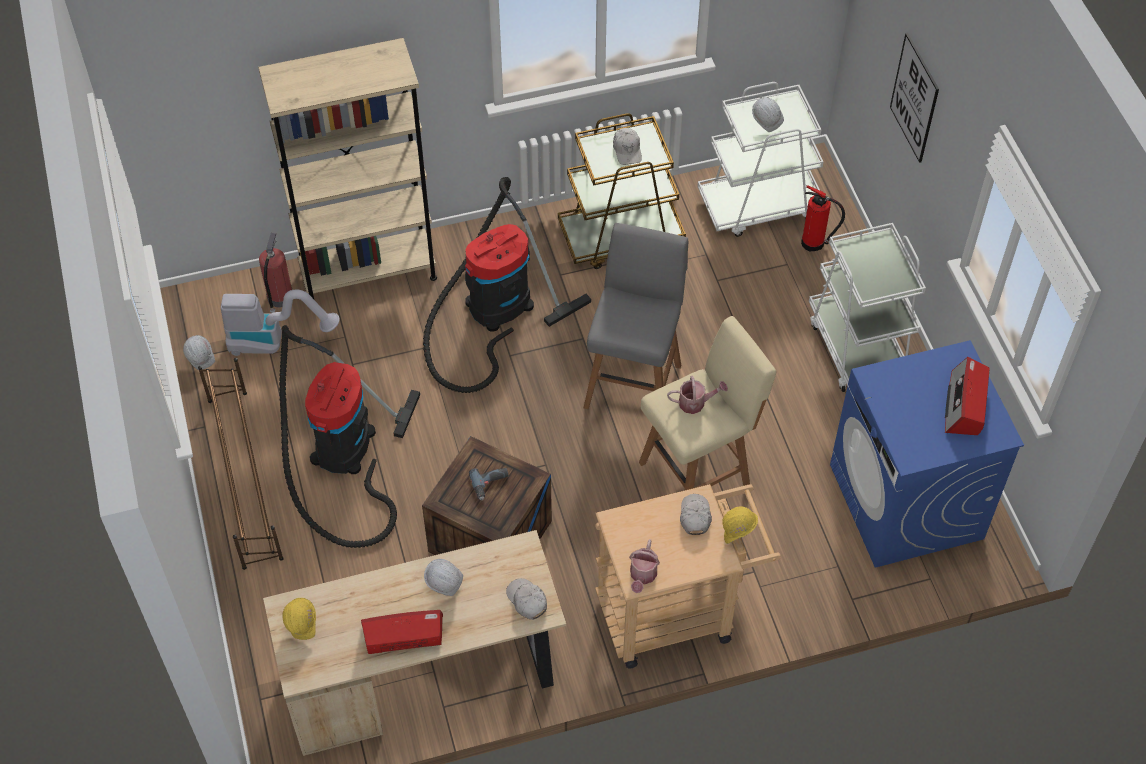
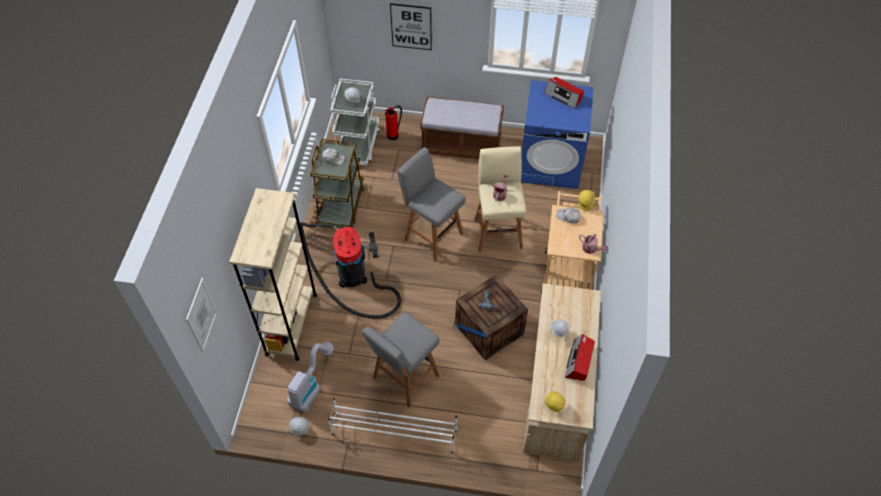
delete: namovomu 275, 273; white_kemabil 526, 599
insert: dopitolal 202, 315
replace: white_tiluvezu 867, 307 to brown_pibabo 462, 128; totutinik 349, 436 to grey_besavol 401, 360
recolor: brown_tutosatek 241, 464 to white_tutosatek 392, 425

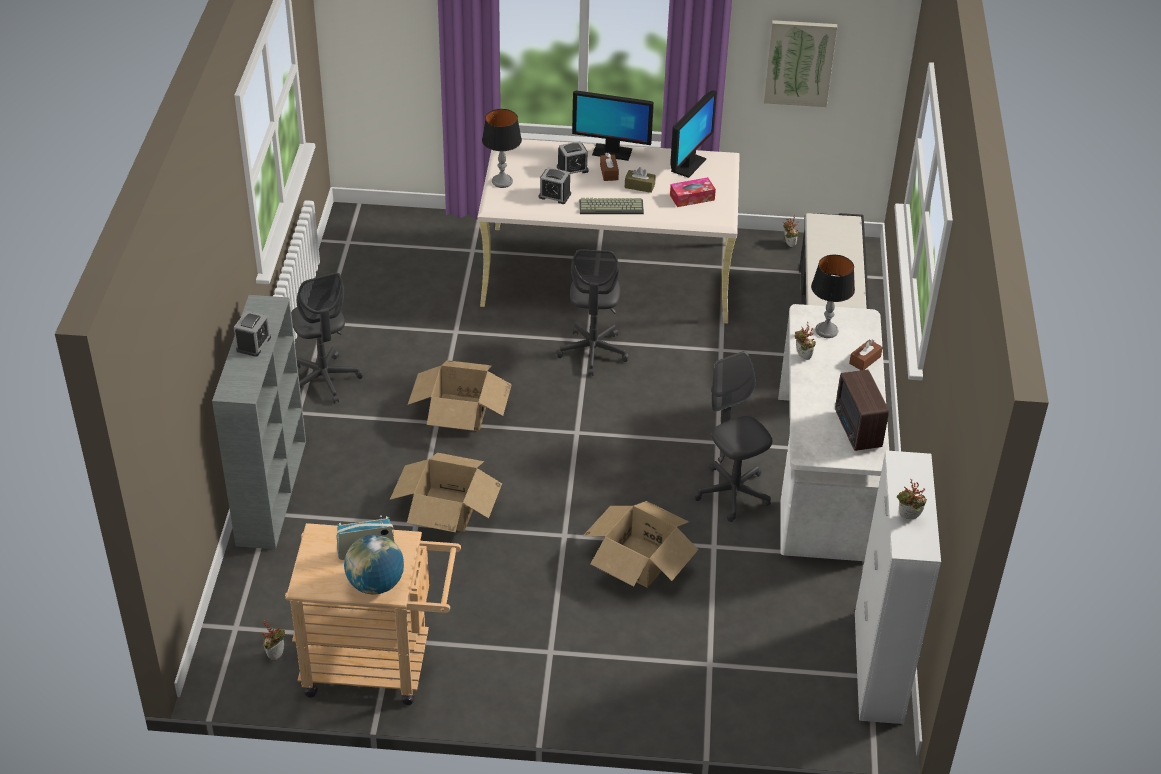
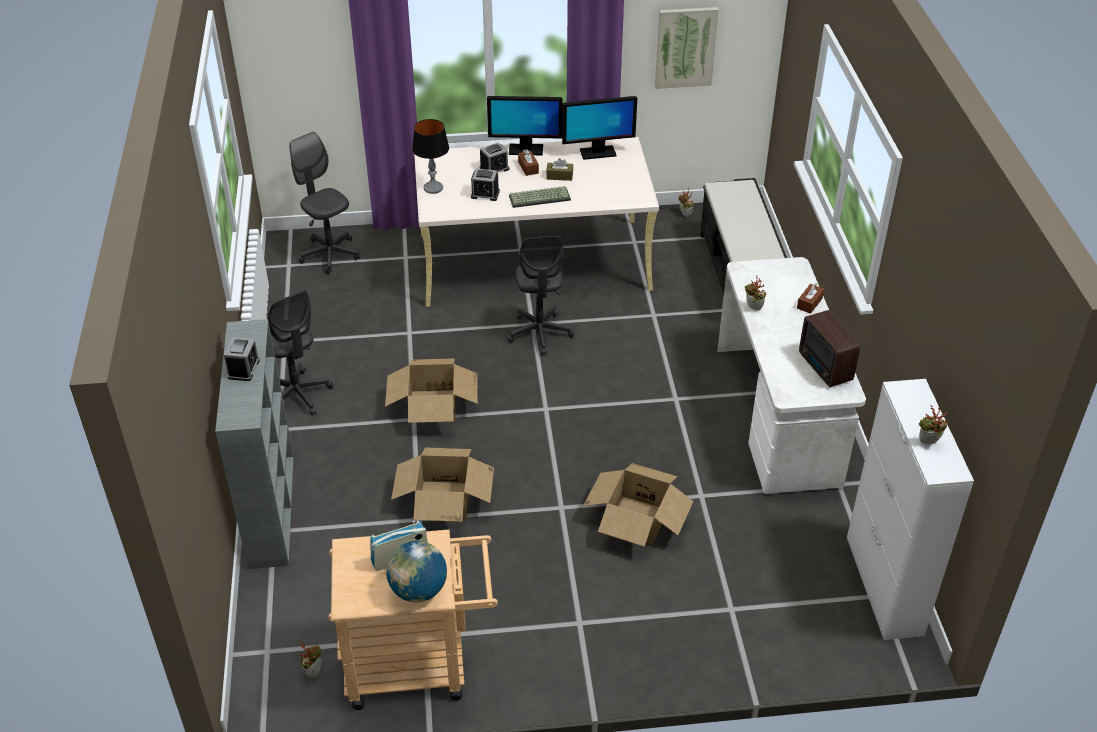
delete: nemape 693, 192; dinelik 833, 296
move: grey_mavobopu 733, 436 to 324, 203
rotate: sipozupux 693, 134 = 599, 128 60 degrees clockwise

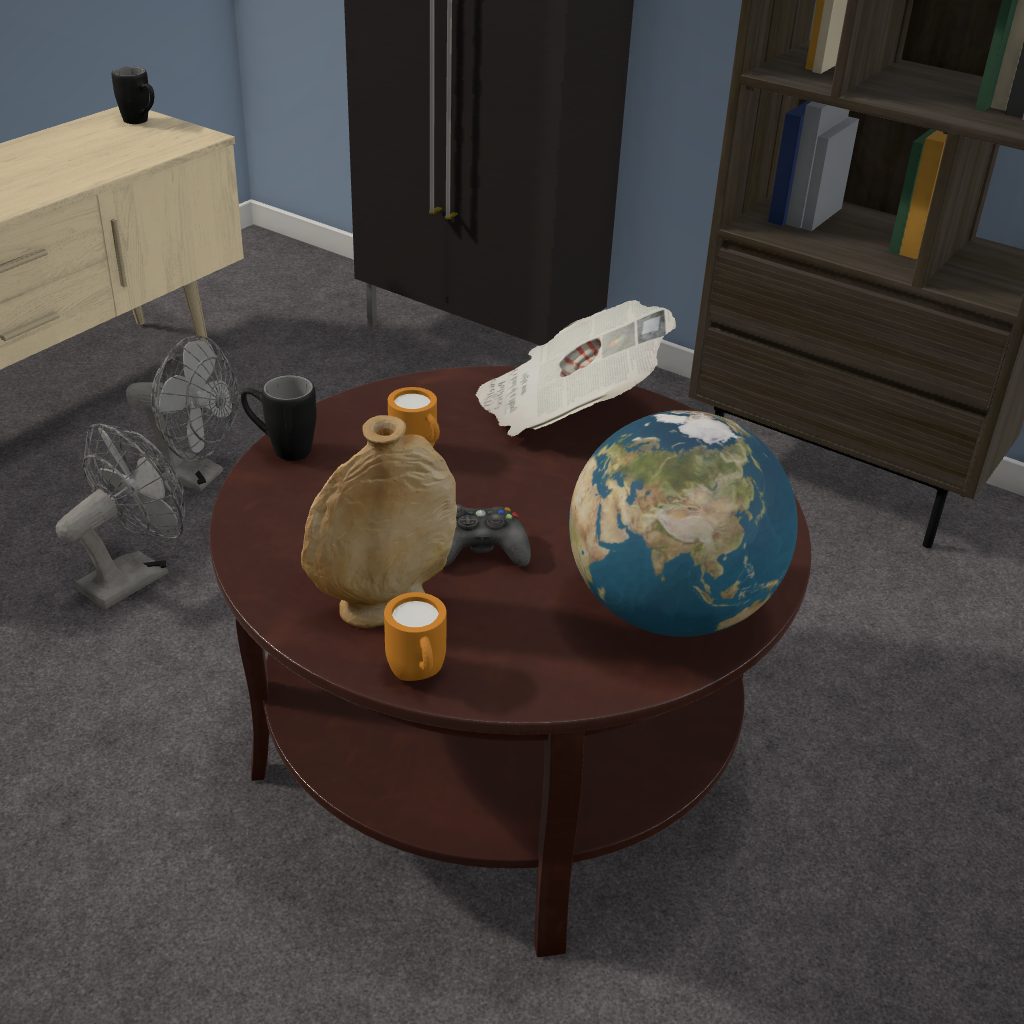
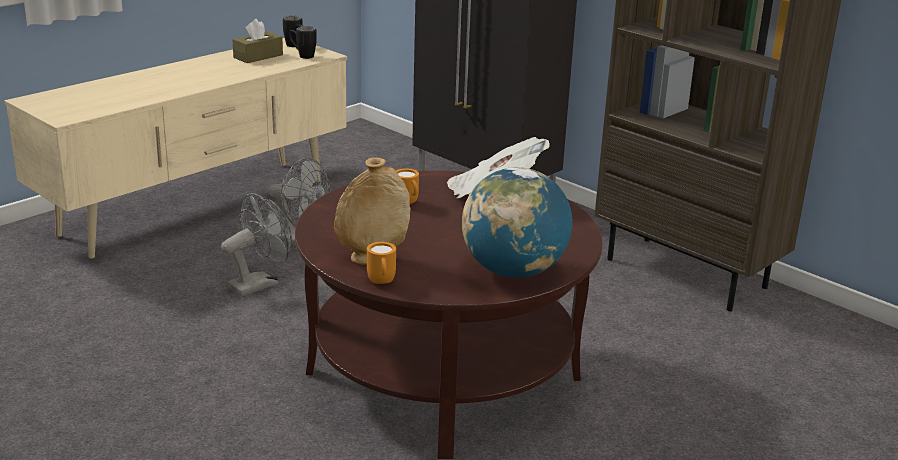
delete: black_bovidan 487, 535
insert: brown_nemape 257, 41
move: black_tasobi 279, 418 to 303, 42

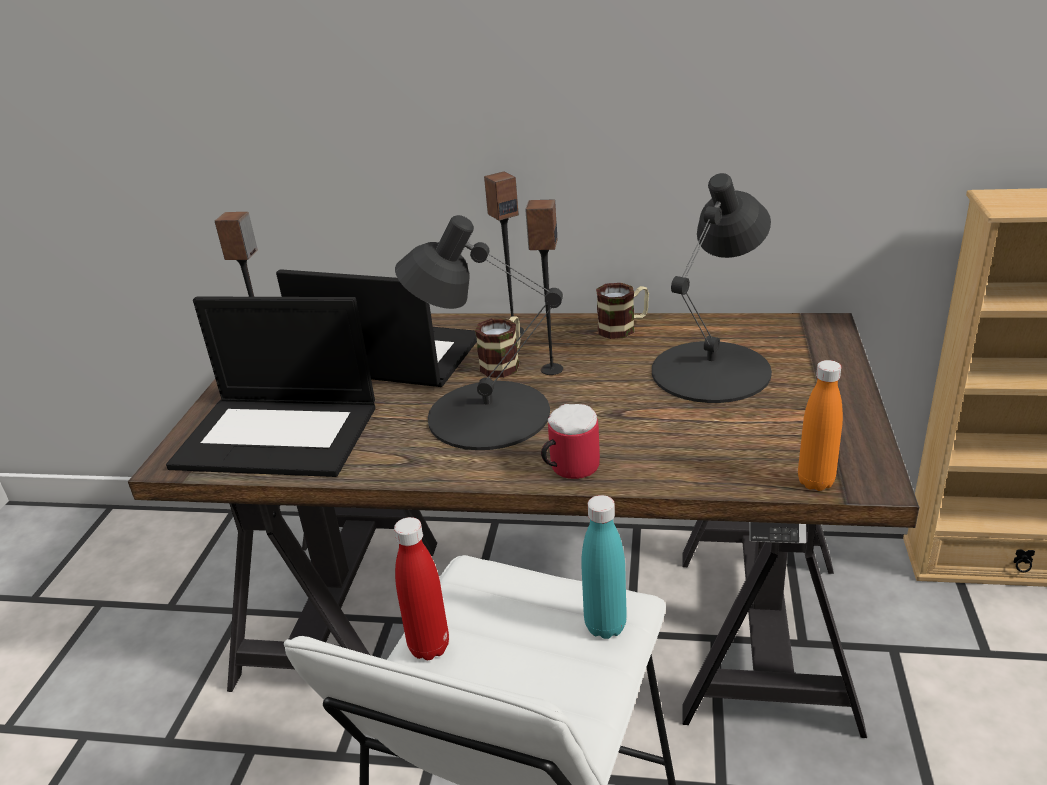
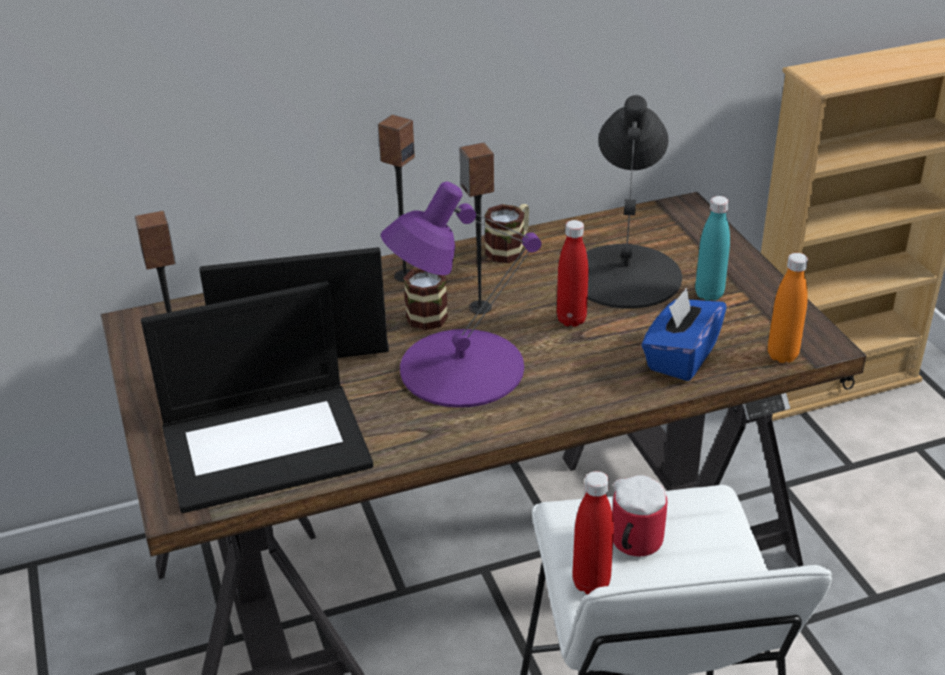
insert: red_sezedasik 572, 273; blue_nemape 684, 334
move: tasobi 570, 441 to 639, 516; turquoise_sezedasik 604, 567 to 712, 248
recolor: black_dinelik 479, 332 to purple_dinelik 461, 295

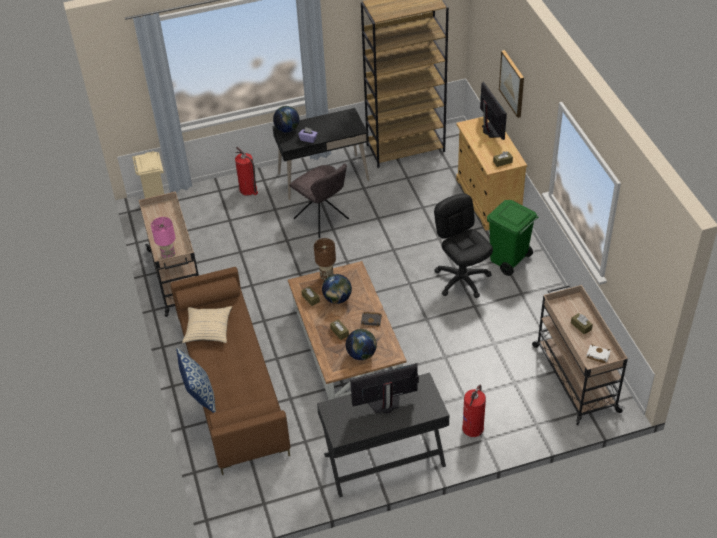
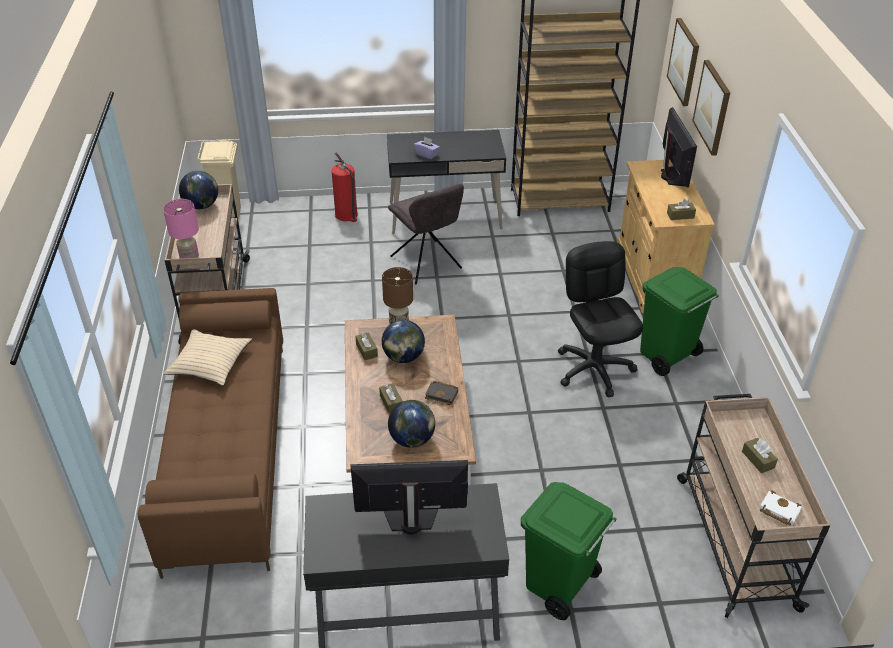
delete: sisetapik 196, 380
insert: dopitolal 683, 62
move: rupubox 286, 119 to 198, 190
replace: namovomu 474, 411 to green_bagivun 569, 551

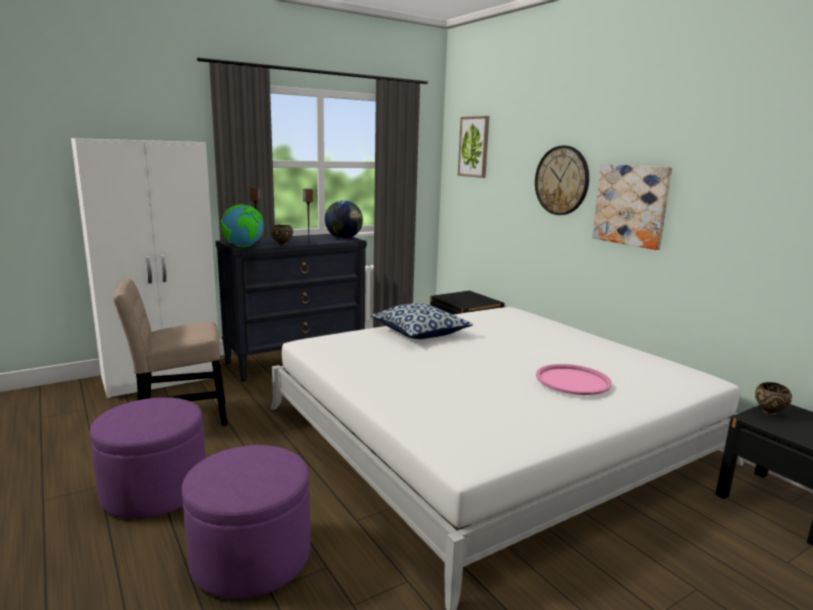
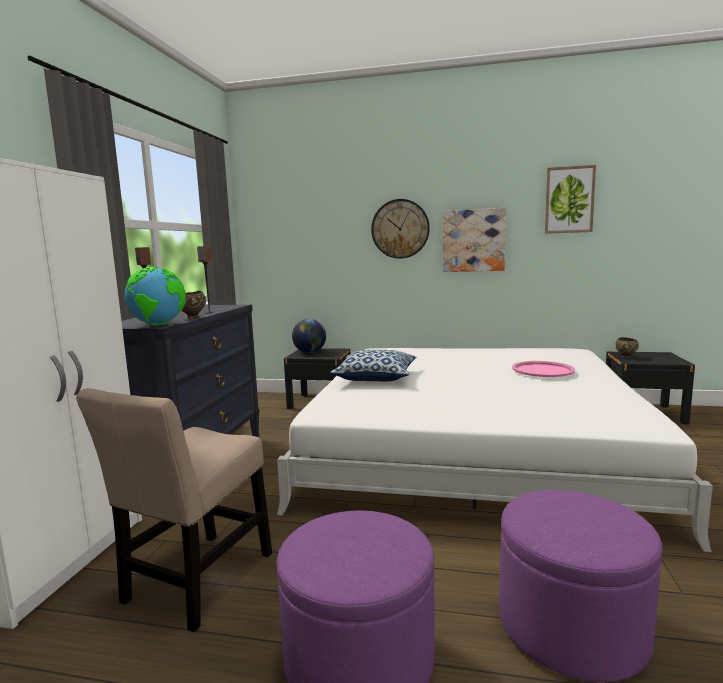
move: dopitolal 473, 147 to 570, 199; rupubox 344, 219 to 309, 336

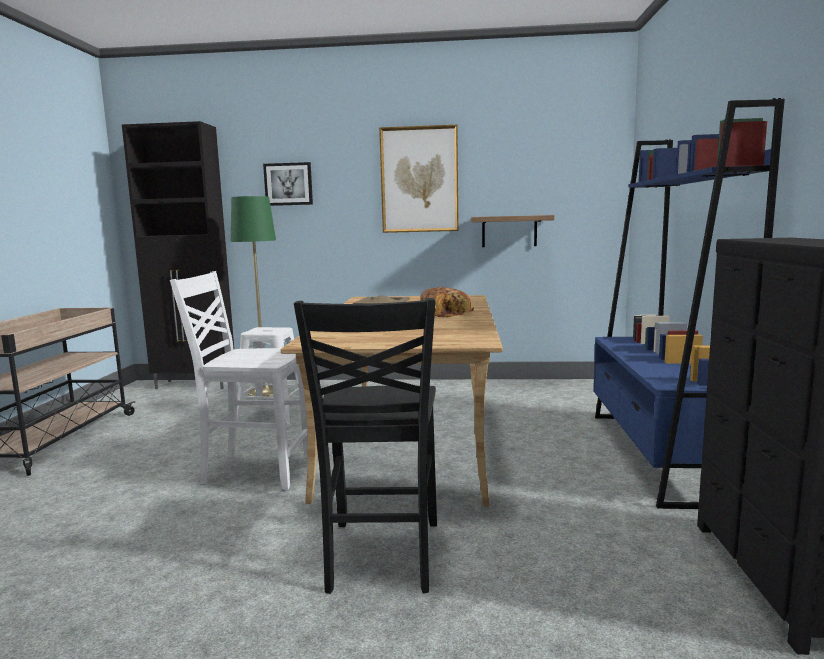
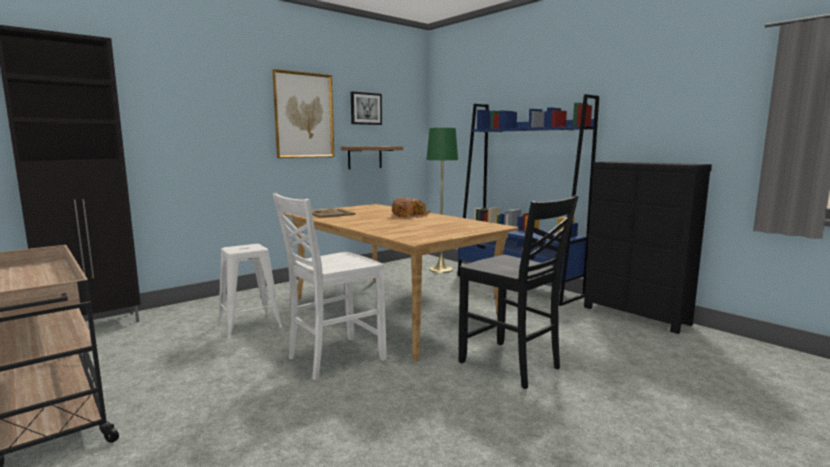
move: dopitolal 288, 184 to 366, 108; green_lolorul 253, 296 to 442, 200

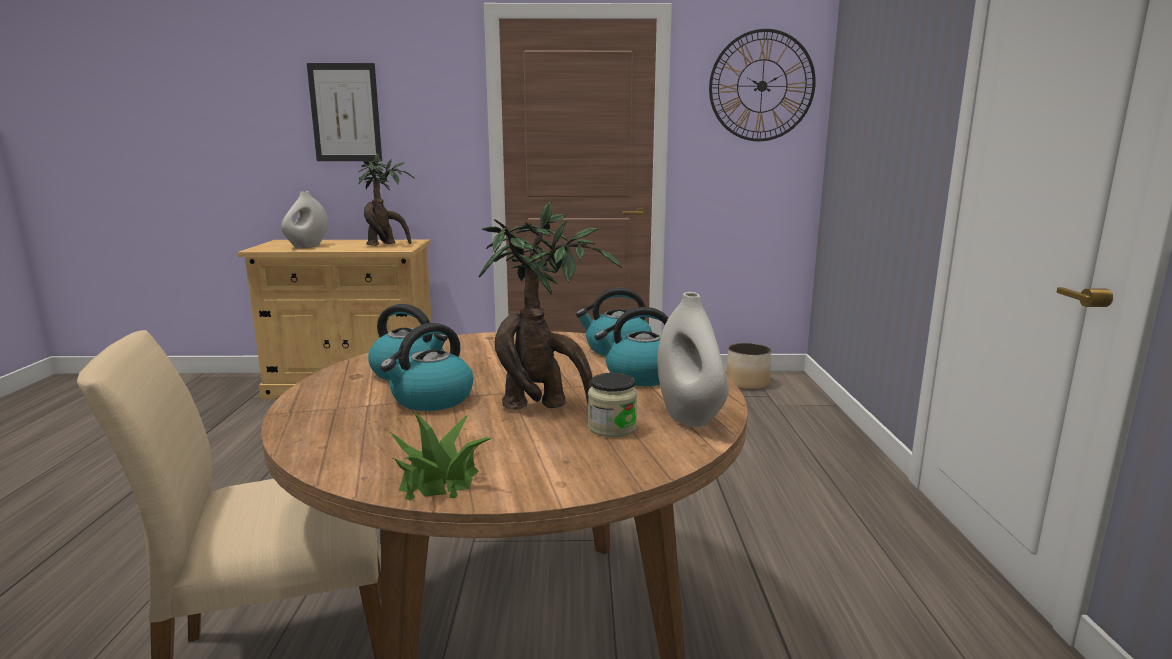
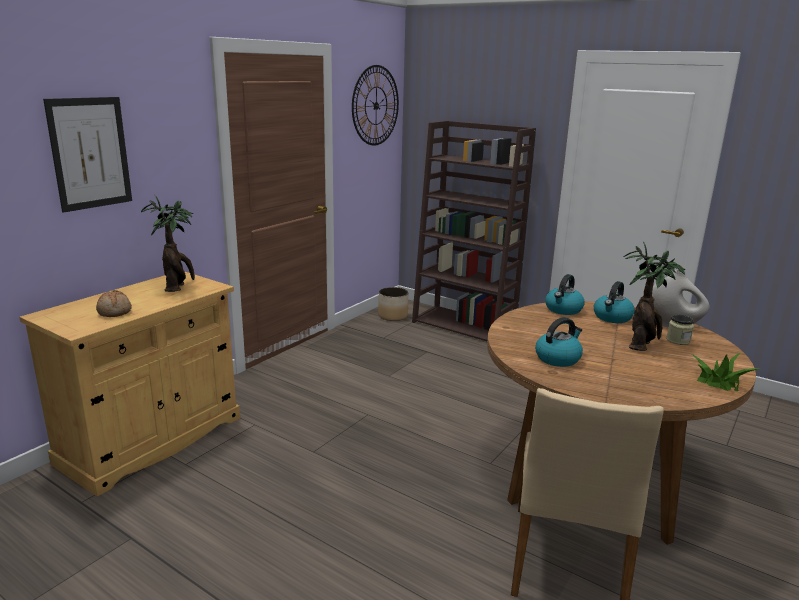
delete: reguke 426, 367
insert: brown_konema 474, 231
replace: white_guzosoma 304, 219 to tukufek 114, 303

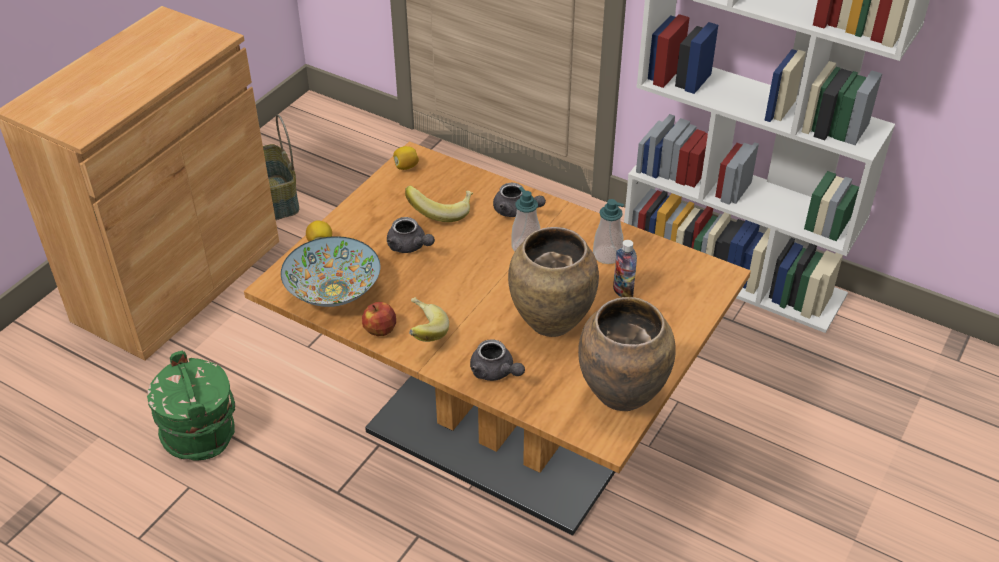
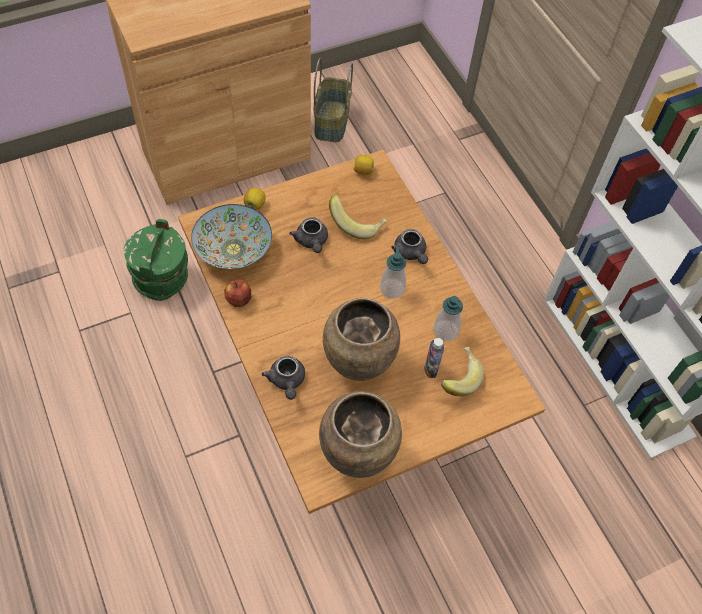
move: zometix 429, 319 to 462, 371

